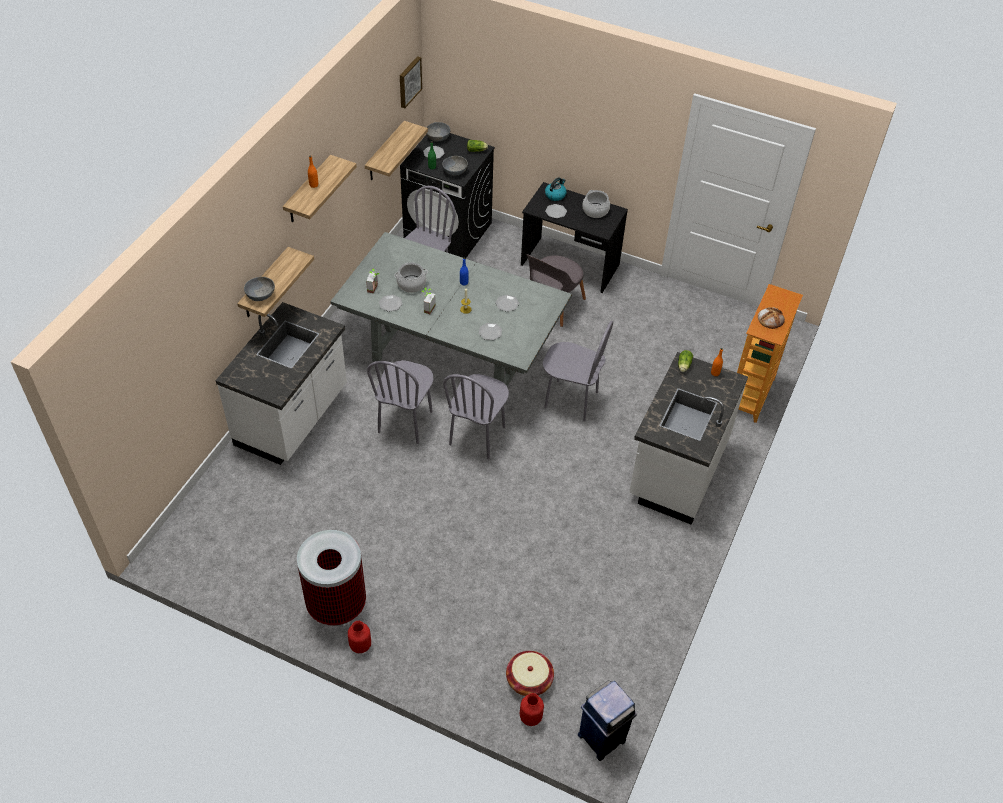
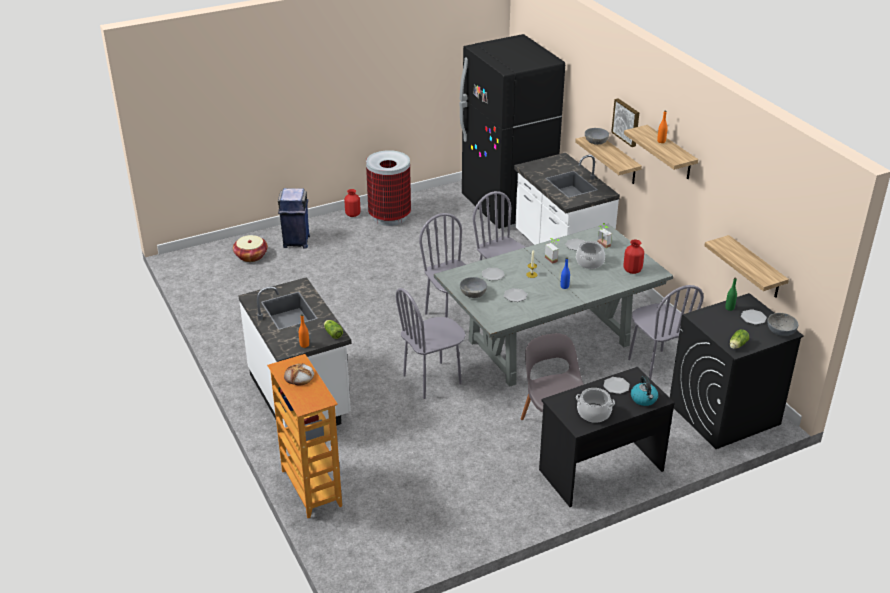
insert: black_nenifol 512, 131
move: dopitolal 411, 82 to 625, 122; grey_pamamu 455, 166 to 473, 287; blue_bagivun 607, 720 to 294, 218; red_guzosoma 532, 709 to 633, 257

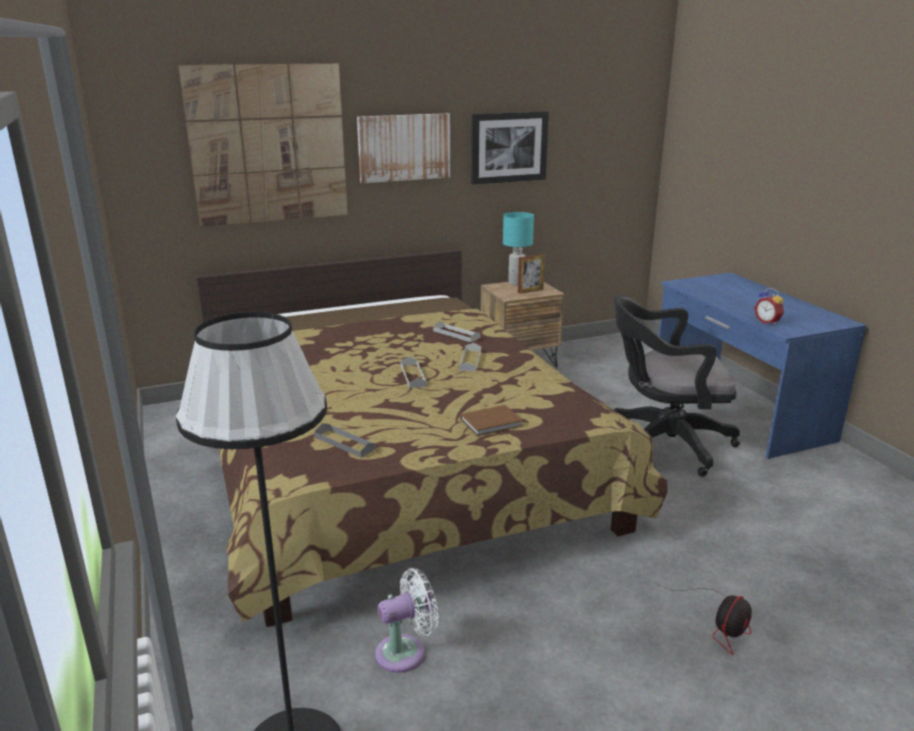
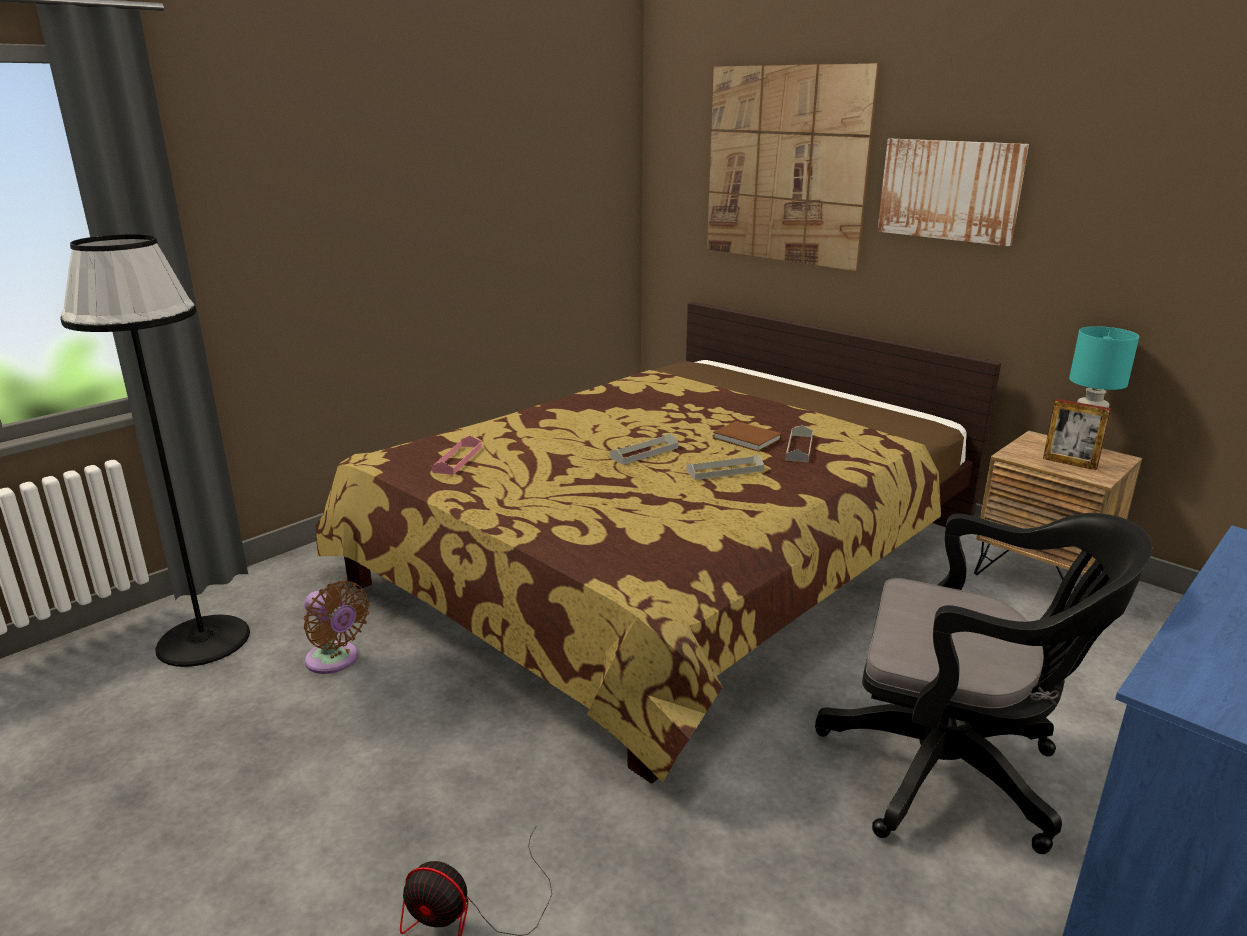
delete: dopitolal 510, 148; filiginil 769, 306
move: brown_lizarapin 492, 420 to 747, 436
recolor: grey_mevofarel 345, 440 to pink_mevofarel 457, 455; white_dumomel 407, 620 to brown_dumomel 337, 627
rotate: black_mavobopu 676, 385 = 983, 683 135 degrees clockwise

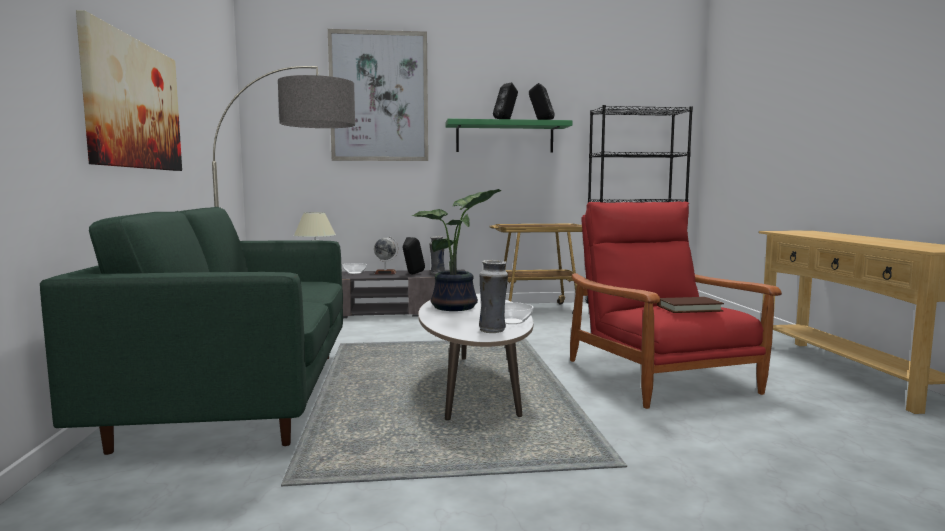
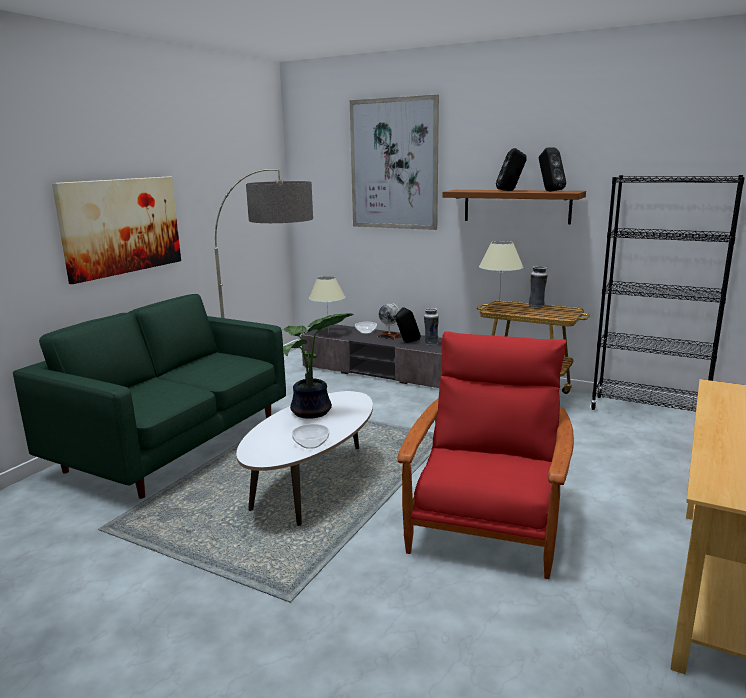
delete: brown_lizarapin 690, 305
insert: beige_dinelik 501, 276
move: guzosoma 493, 296 to 538, 287
recolor: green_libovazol 508, 136 to brown_libovazol 514, 207

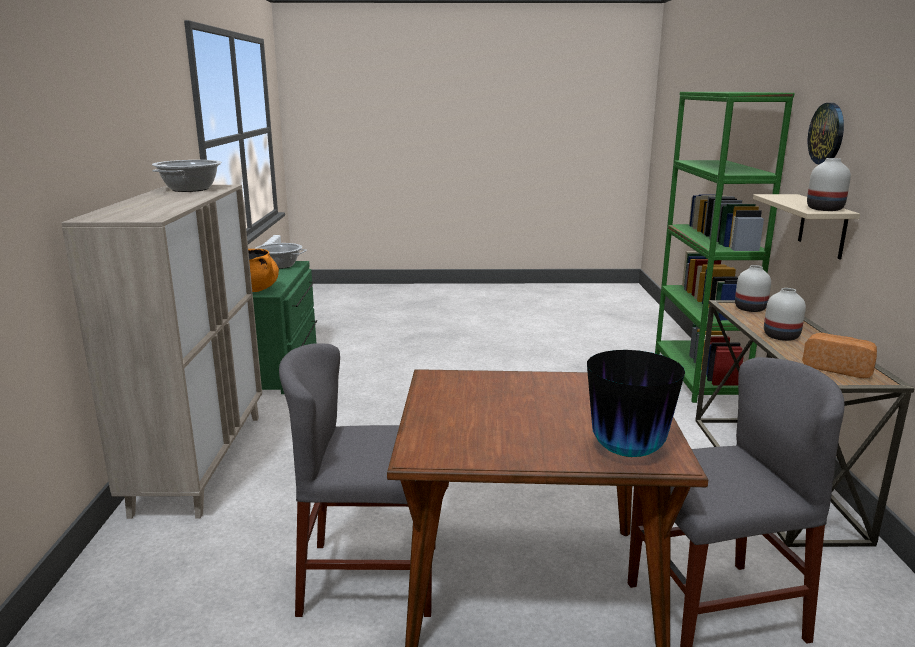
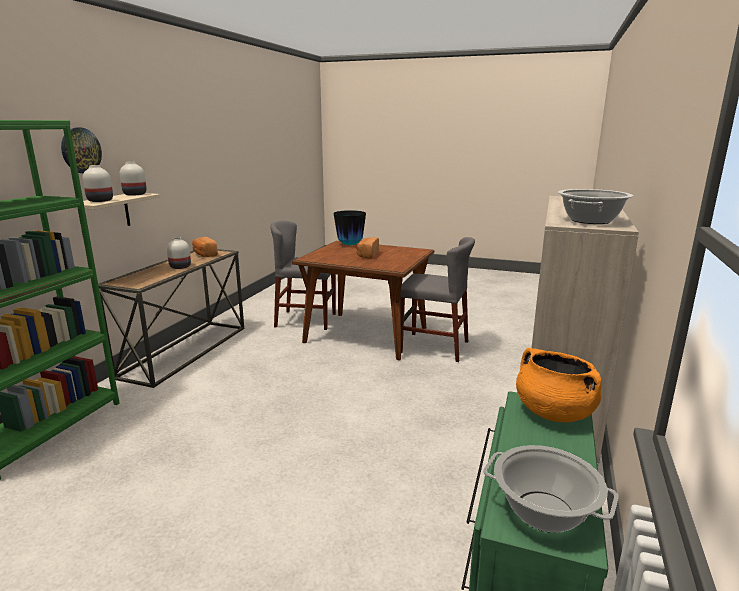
insert: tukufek 367, 248
move: white_guzosoma 753, 288 to 98, 183

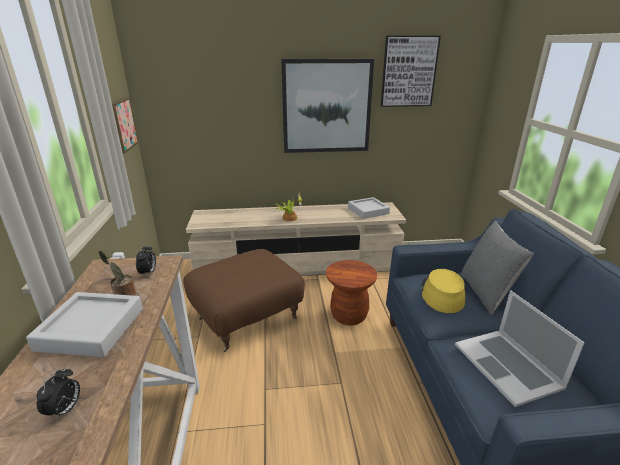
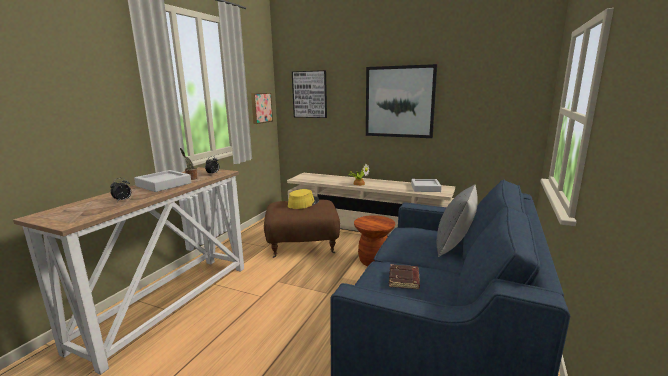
move: dopitolal 411, 71 to 309, 94; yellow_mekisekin 443, 291 to 303, 199
replace: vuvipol 520, 348 to brown_lizarapin 404, 276

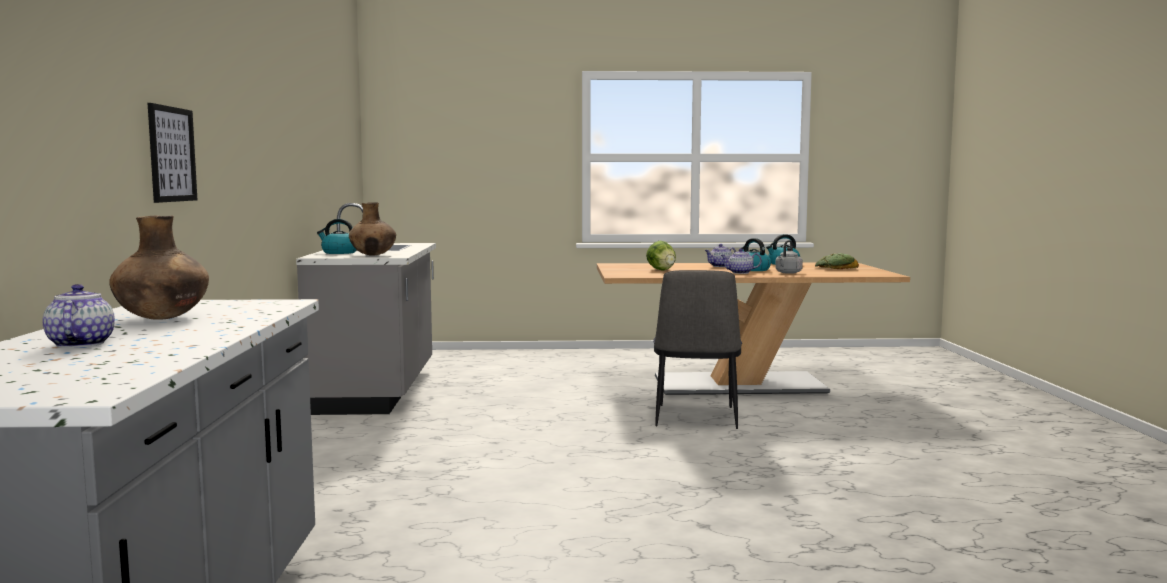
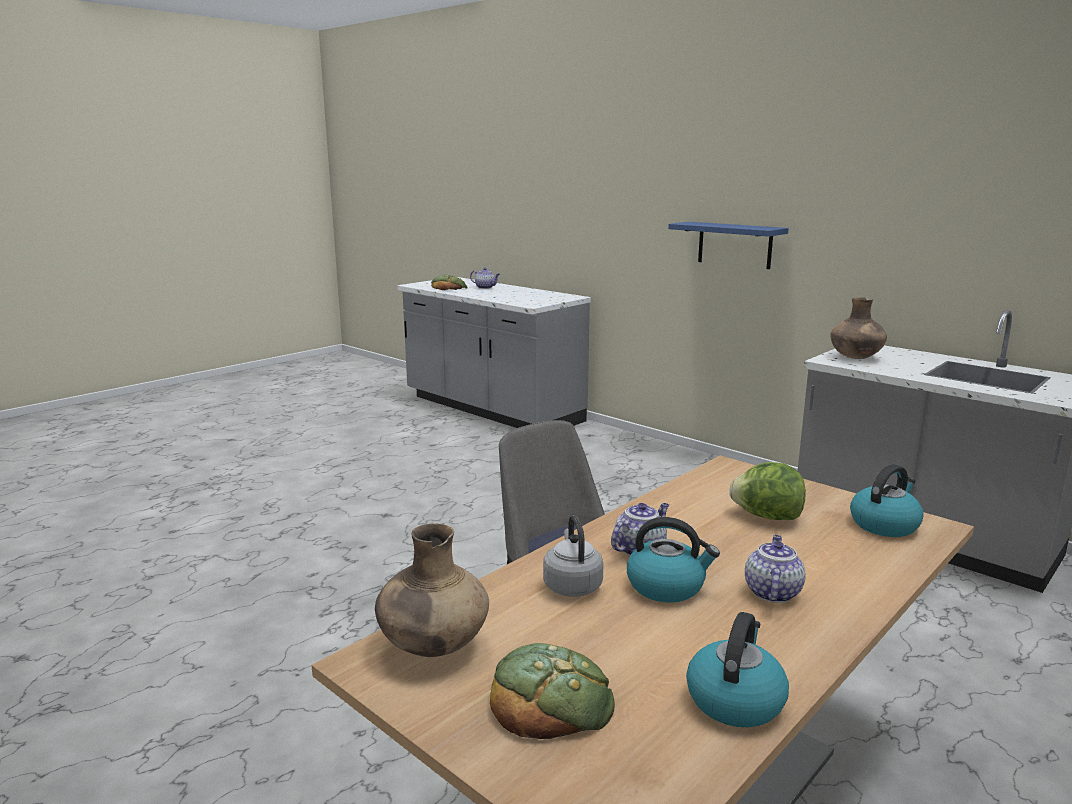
delete: dopitolal 172, 153
insert: blue_libovazol 728, 245; tukufek 449, 282
move: brown_guzosoma 159, 267 to 432, 590; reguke 336, 236 to 887, 500

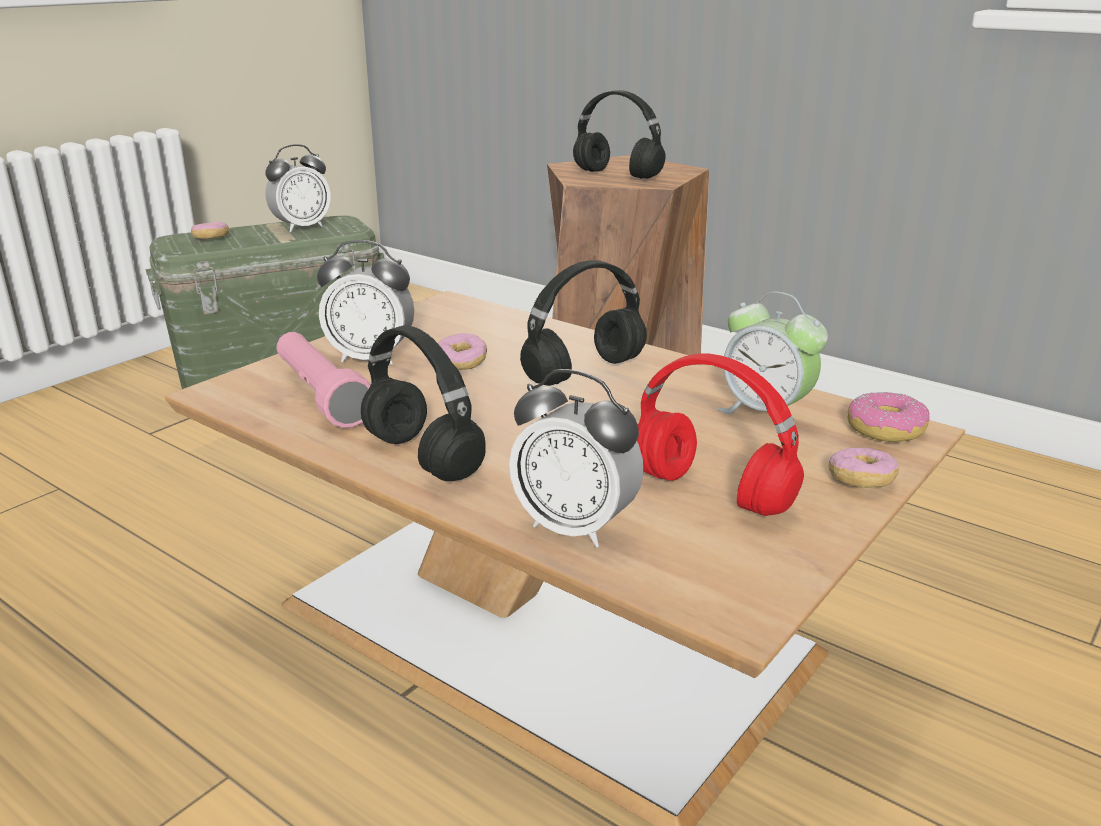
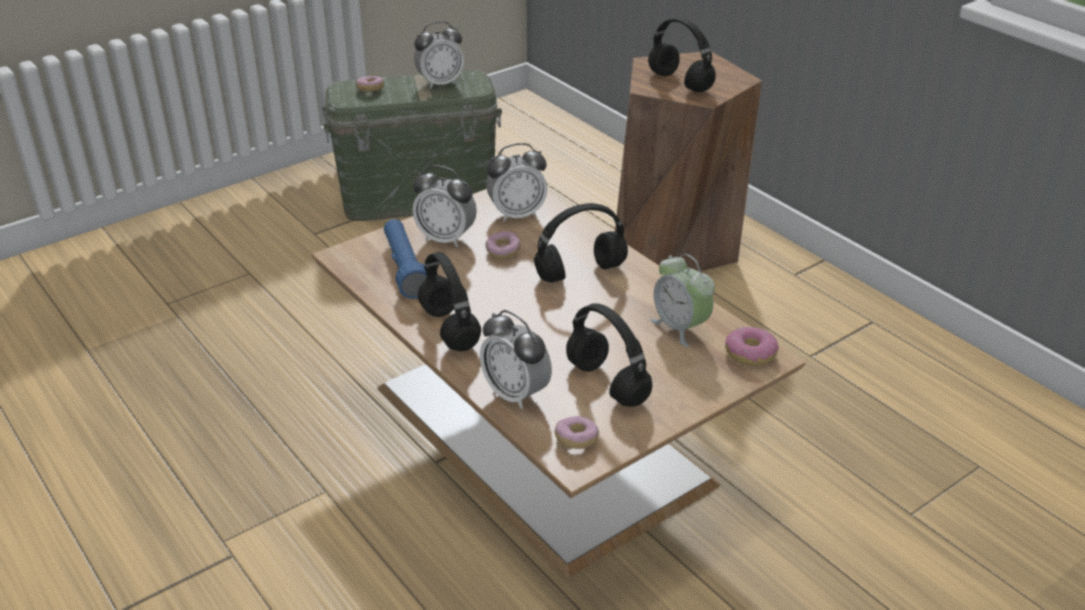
insert: filiginil 516, 182
move: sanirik 864, 468 to 577, 432
recolor: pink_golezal 323, 380 to blue_golezal 405, 259; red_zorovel 720, 434 to black_zorovel 609, 355

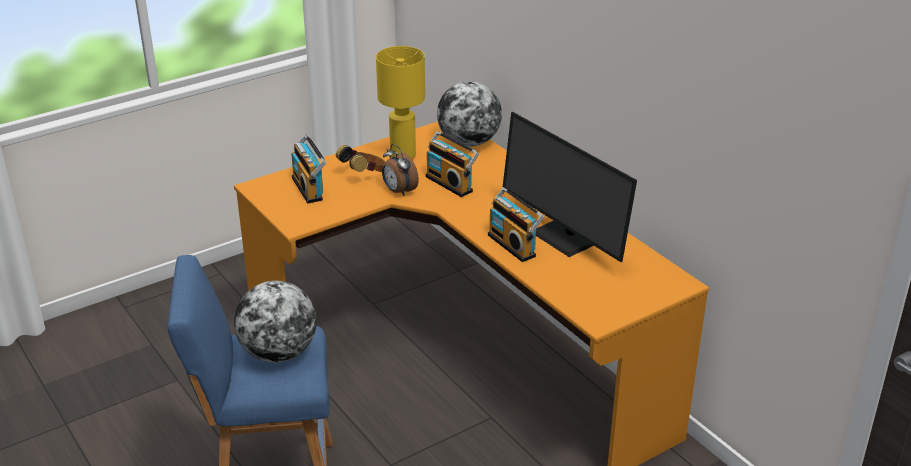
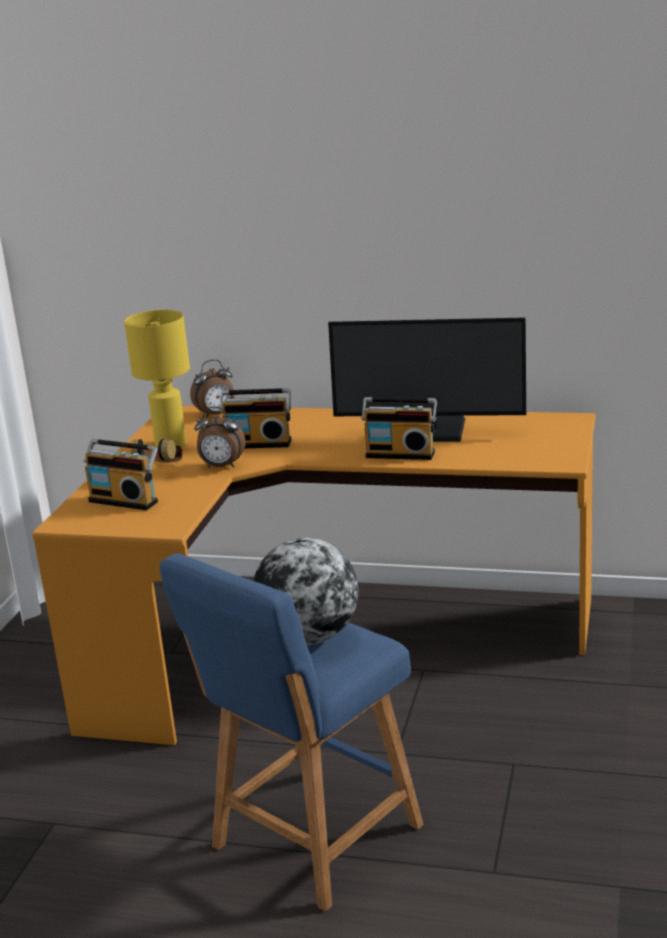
replace: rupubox 469, 114 to filiginil 212, 388

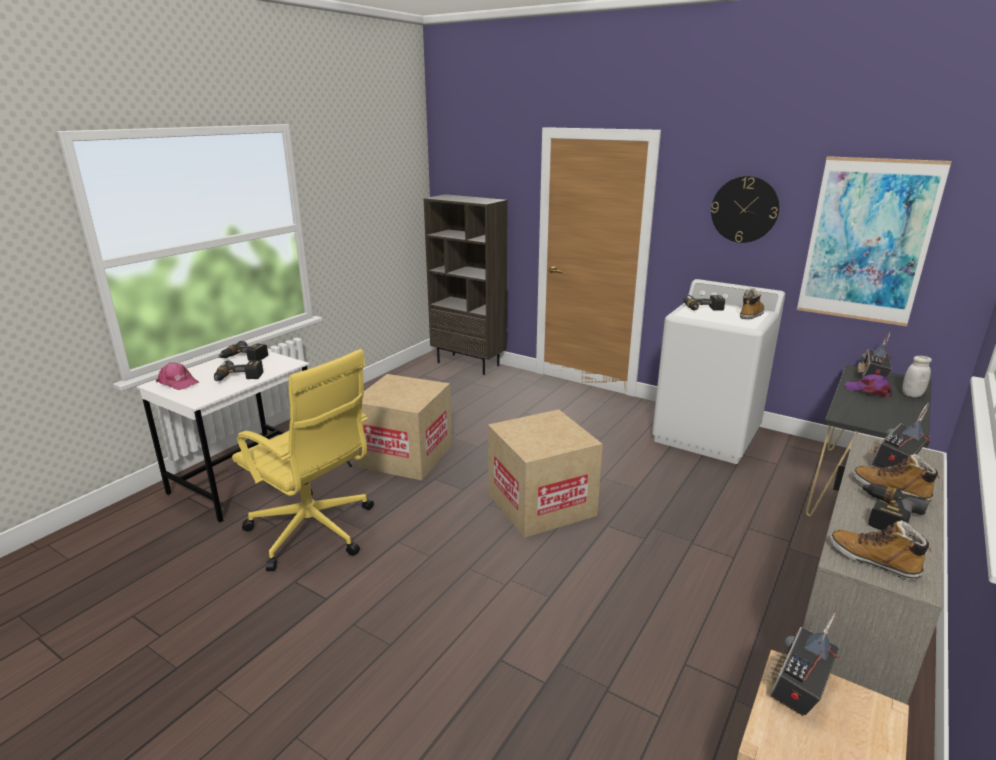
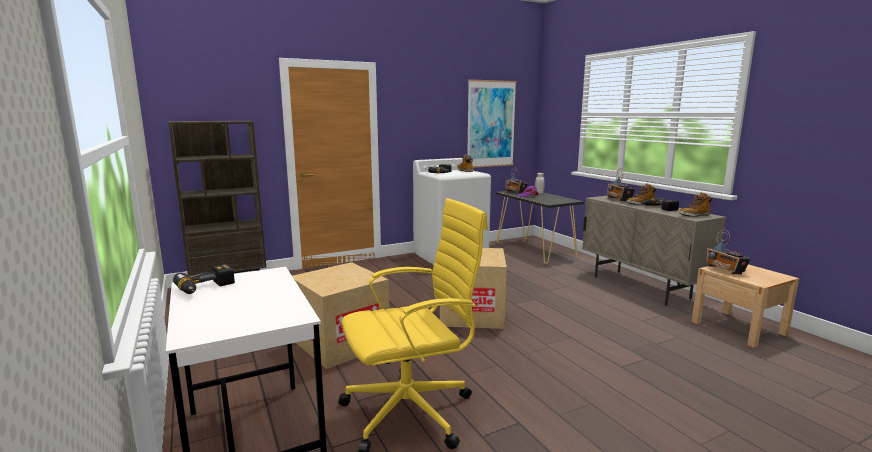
delete: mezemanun 745, 209; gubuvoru 238, 370; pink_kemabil 177, 376

